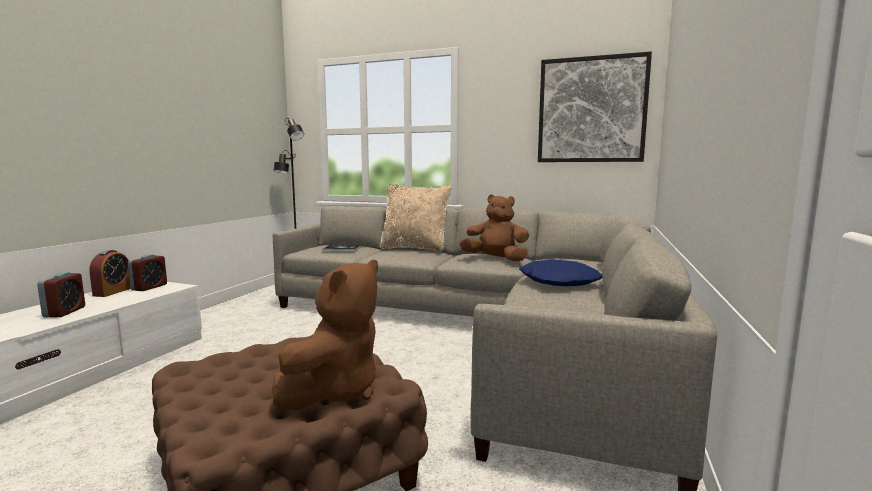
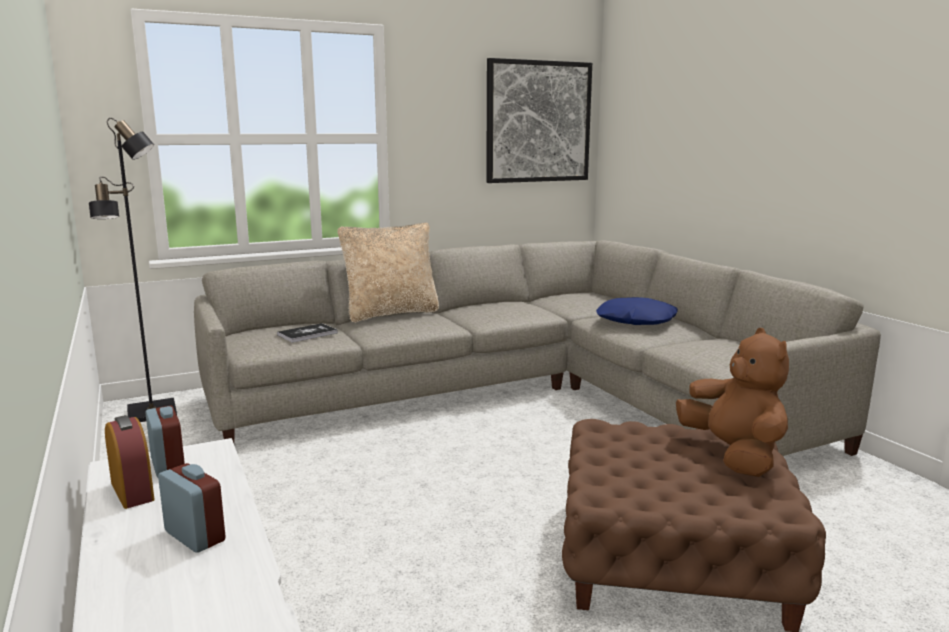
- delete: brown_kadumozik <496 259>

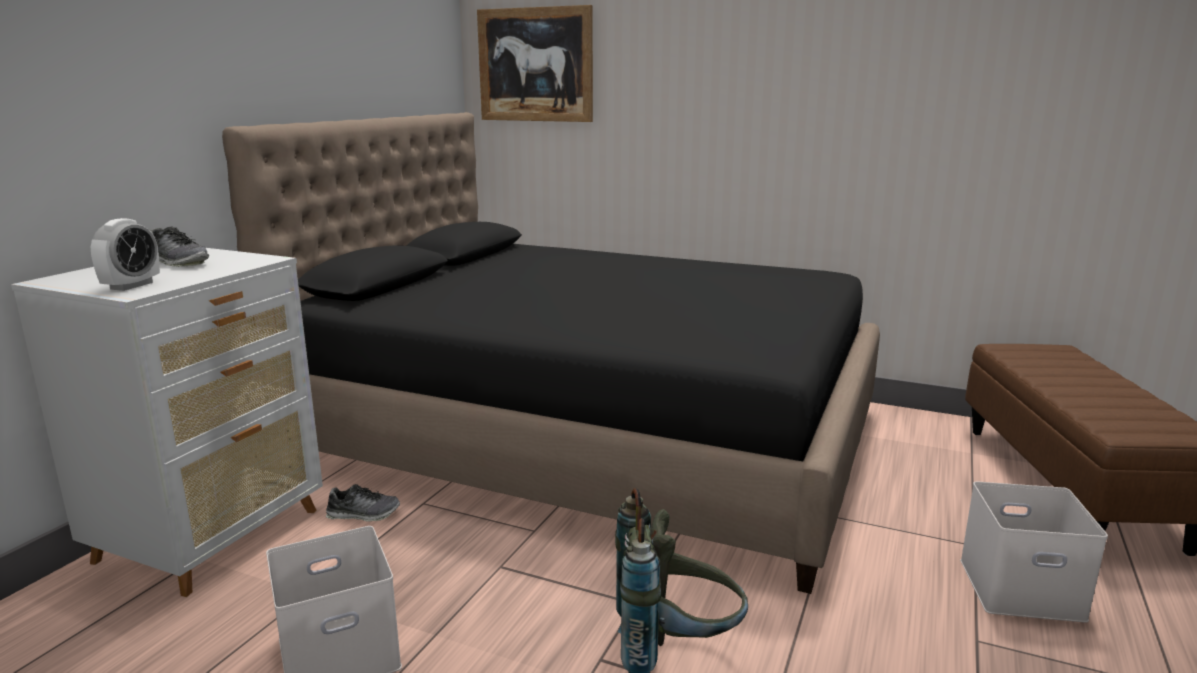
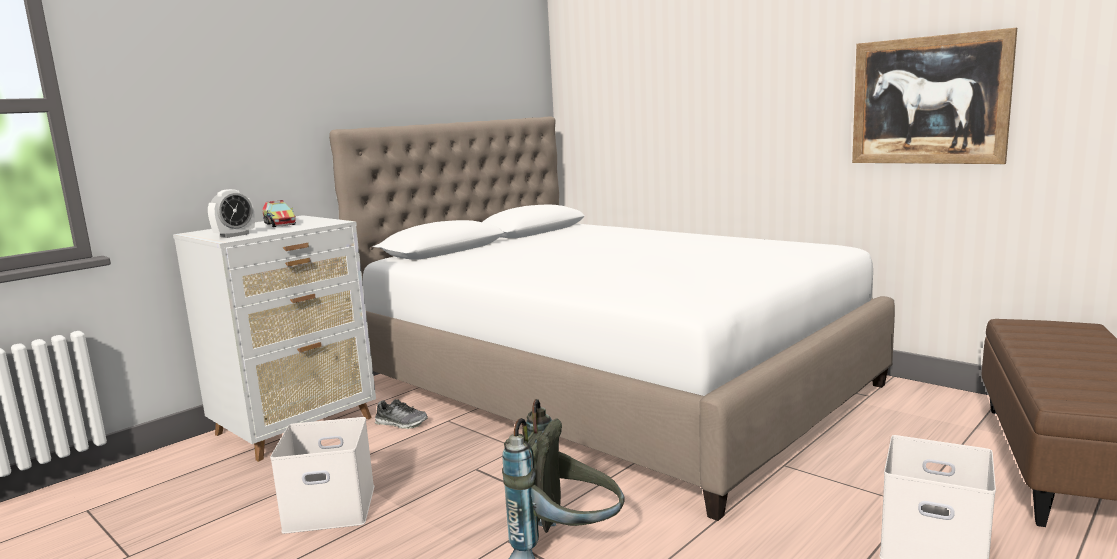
- replace: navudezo <178 262> to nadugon <279 224>
- recolor: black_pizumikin <588 434> to white_pizumikin <608 383>
- move: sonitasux <535 65> to <928 100>

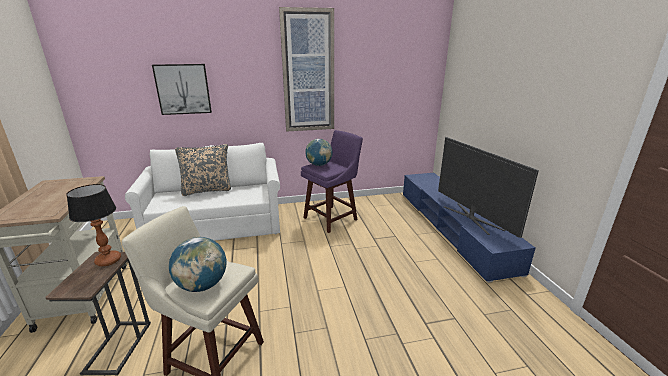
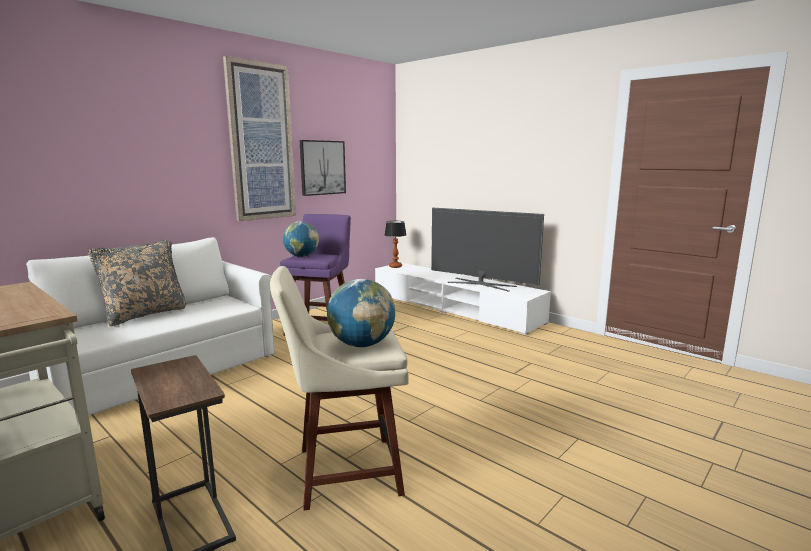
- move: sonitasux <183 89> to <322 167>
- recolor: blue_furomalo <452 228> to white_furomalo <454 308>
- move: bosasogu <108 260> to <395 266>

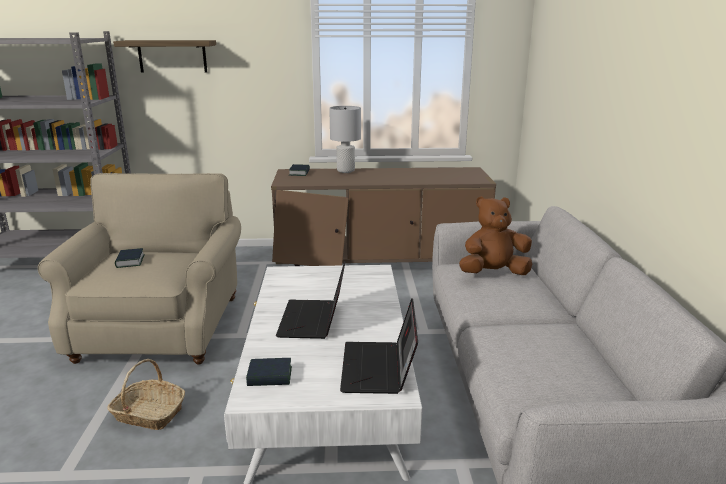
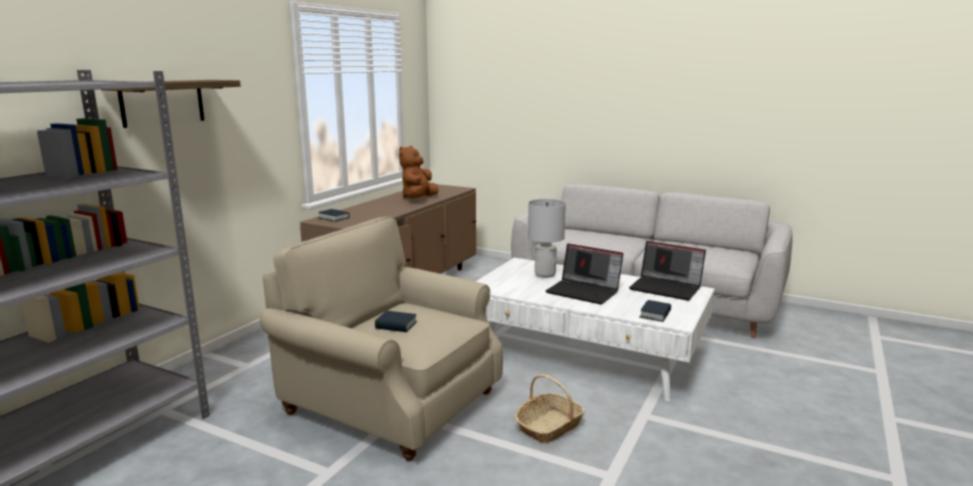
- move: brown_kadumozik <493 273> to <418 199>
- move: grey_bosasogu <346 172> to <544 275>

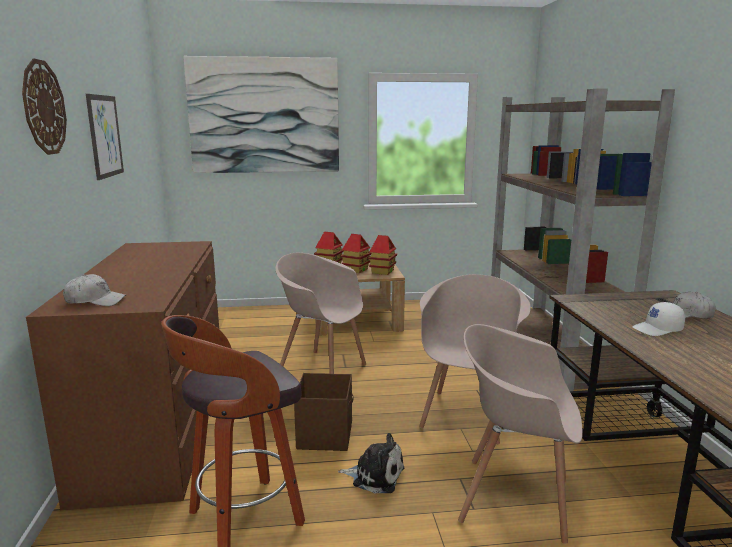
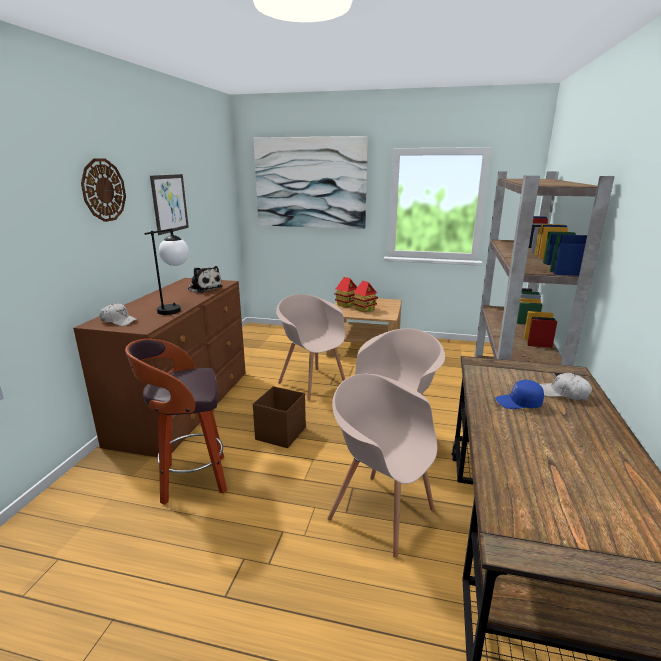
- insert: bosasogu <176 308>
- move: kadumozik <375 475> to <204 288>
- recolor: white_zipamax <657 329> to blue_zipamax <518 403>
- delete: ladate <382 271>

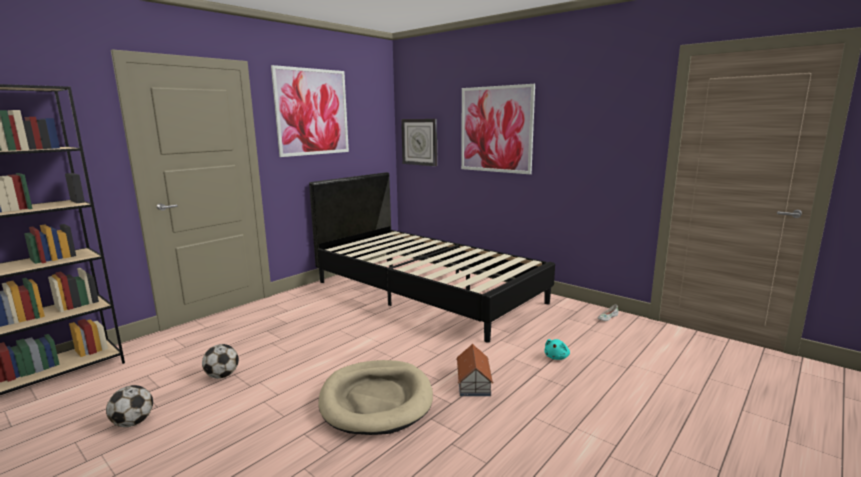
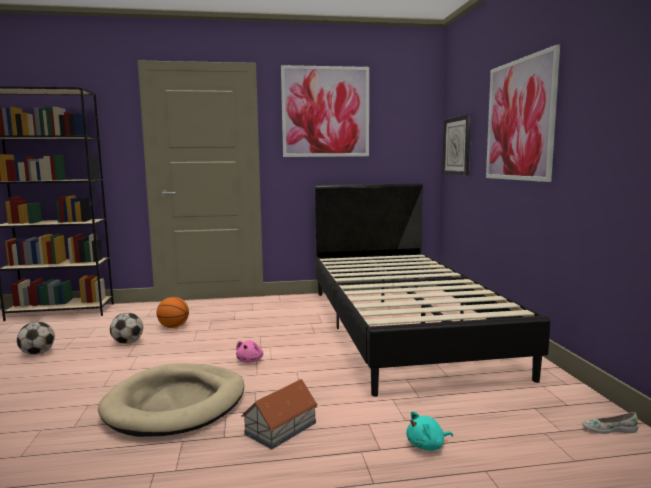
- insert: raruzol <173 327>
- insert: pink_kadumozik <250 360>

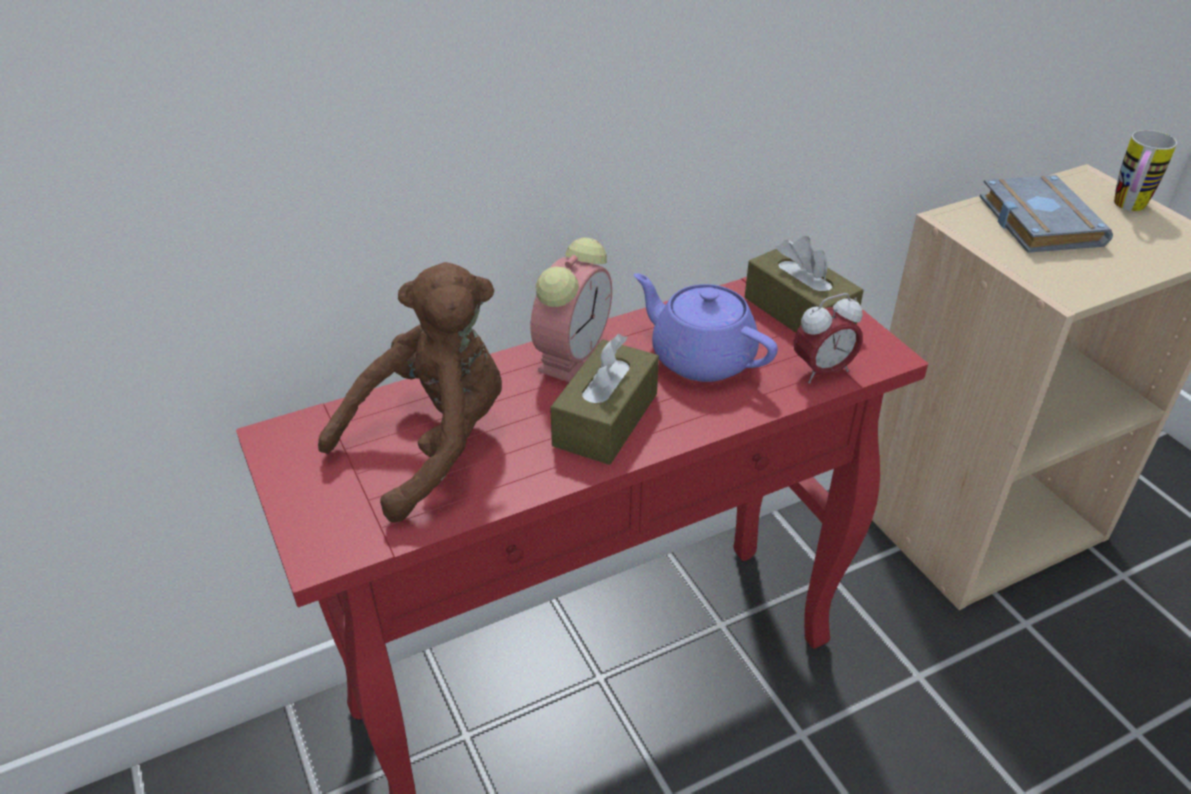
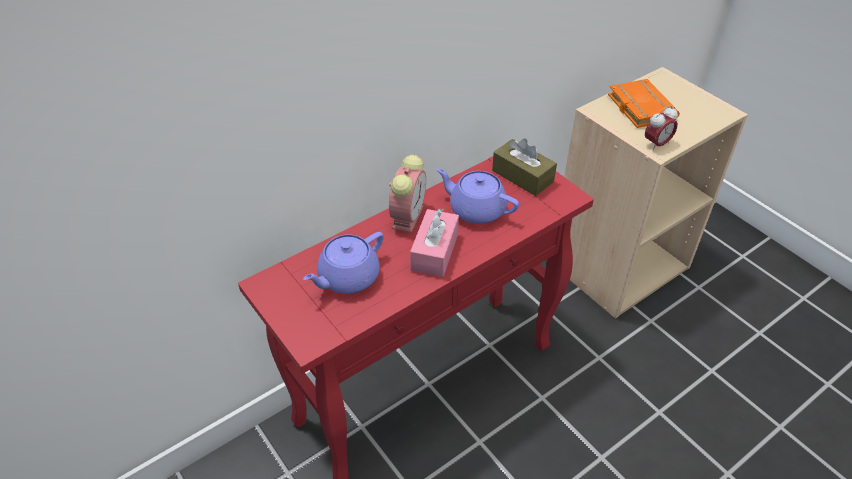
- replace: brown_kadumozik <432 445> to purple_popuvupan <347 278>
- recolor: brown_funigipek <605 419> to pink_funigipek <434 252>
- recolor: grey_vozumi <1035 221> to orange_vozumi <638 107>
- move: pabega <822 371> to <656 144>
- delete: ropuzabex <1127 208>

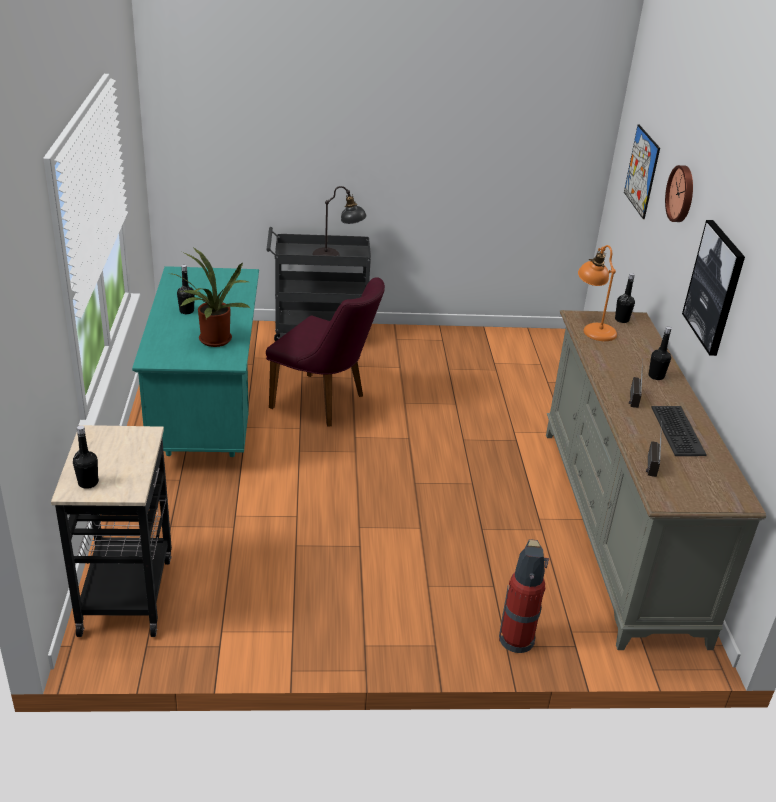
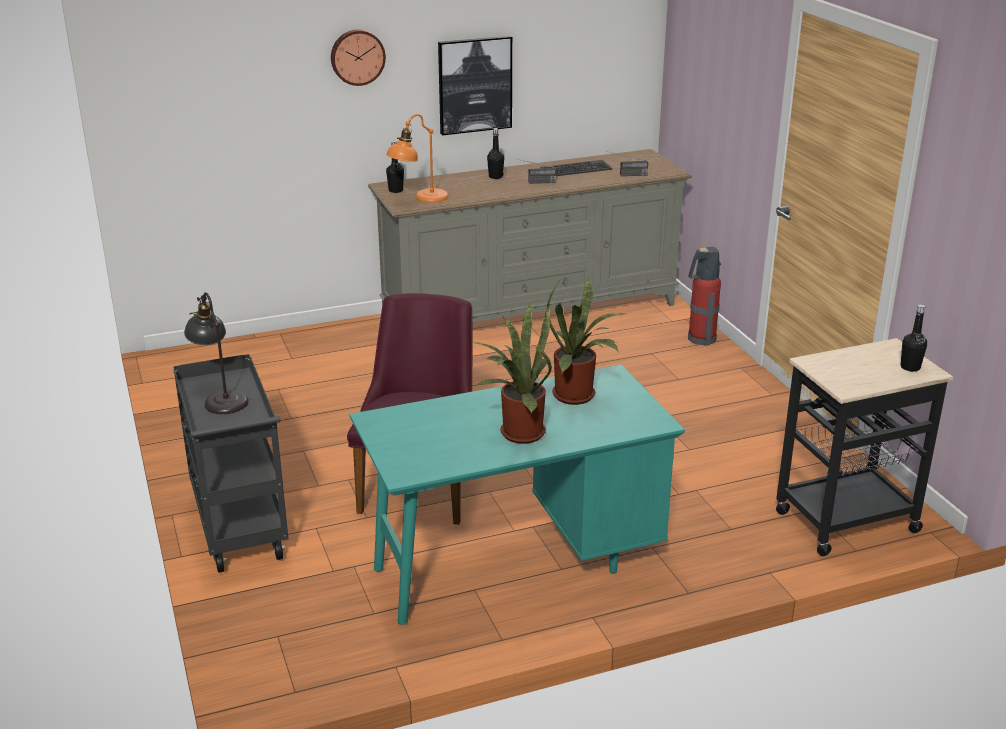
- replace: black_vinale <186 311> to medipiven <518 432>
- delete: sonitasux <641 171>

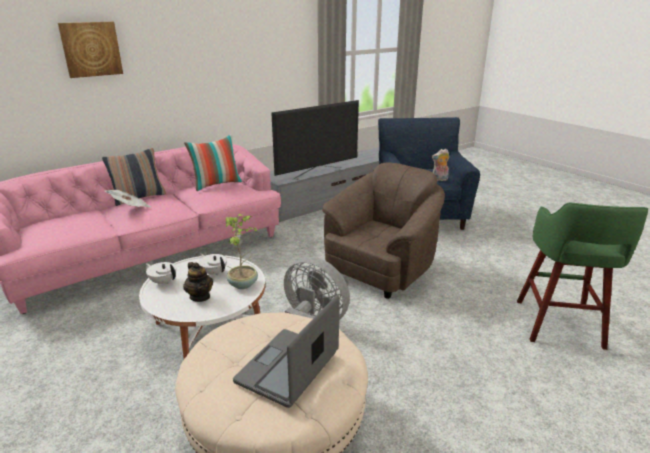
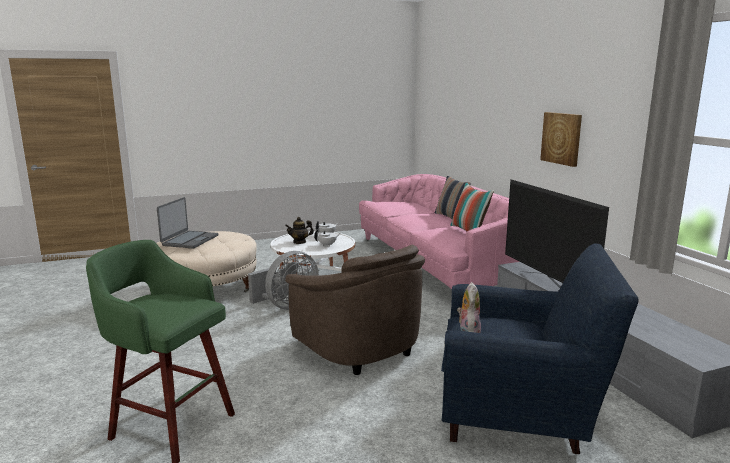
- rotate: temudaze <288 368> = <189 240> 60 degrees clockwise
- move: sonitasux <91 49> to <561 138>
- delete: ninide <131 208>
- delete: medipiven <243 284>

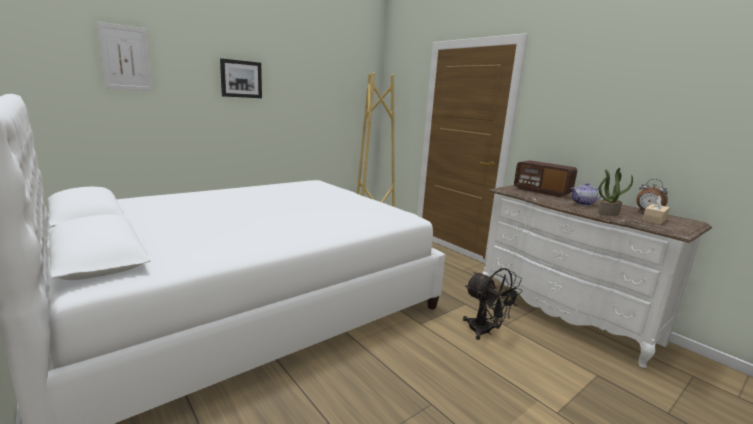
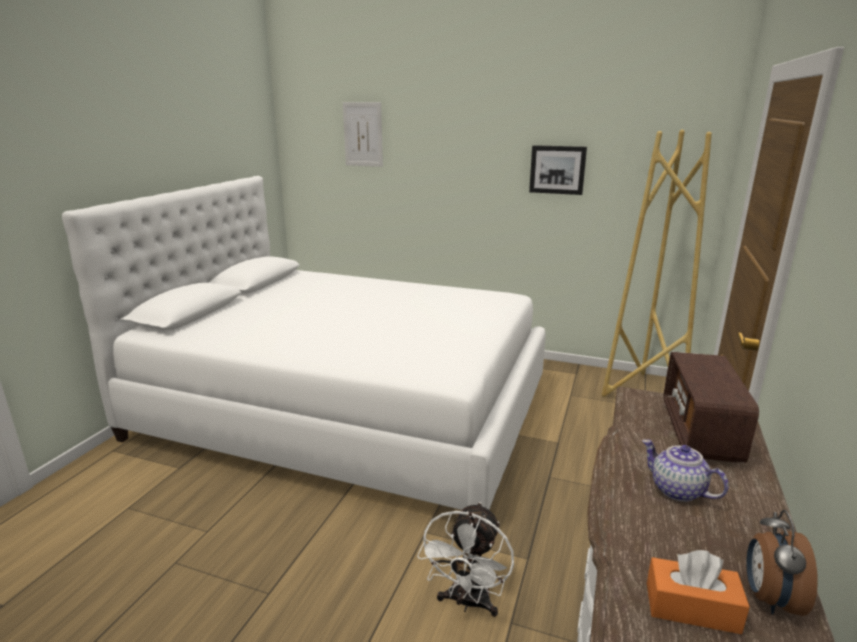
- recolor: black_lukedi <485 331> to white_lukedi <468 602>
- move: sonitasux <241 79> to <557 169>
- recolor: beige_funigipek <654 219> to orange_funigipek <691 607>
- delete: medipiven <608 213>

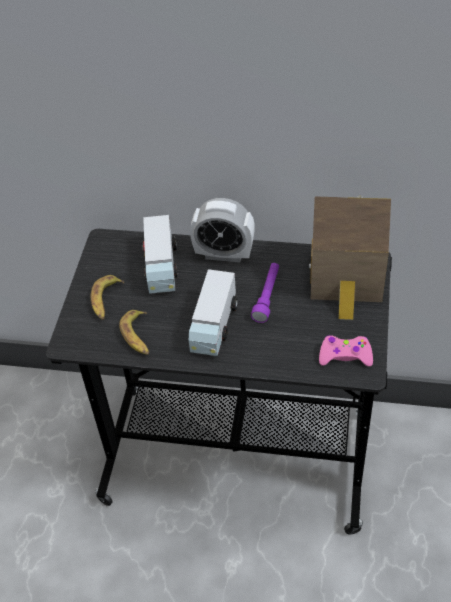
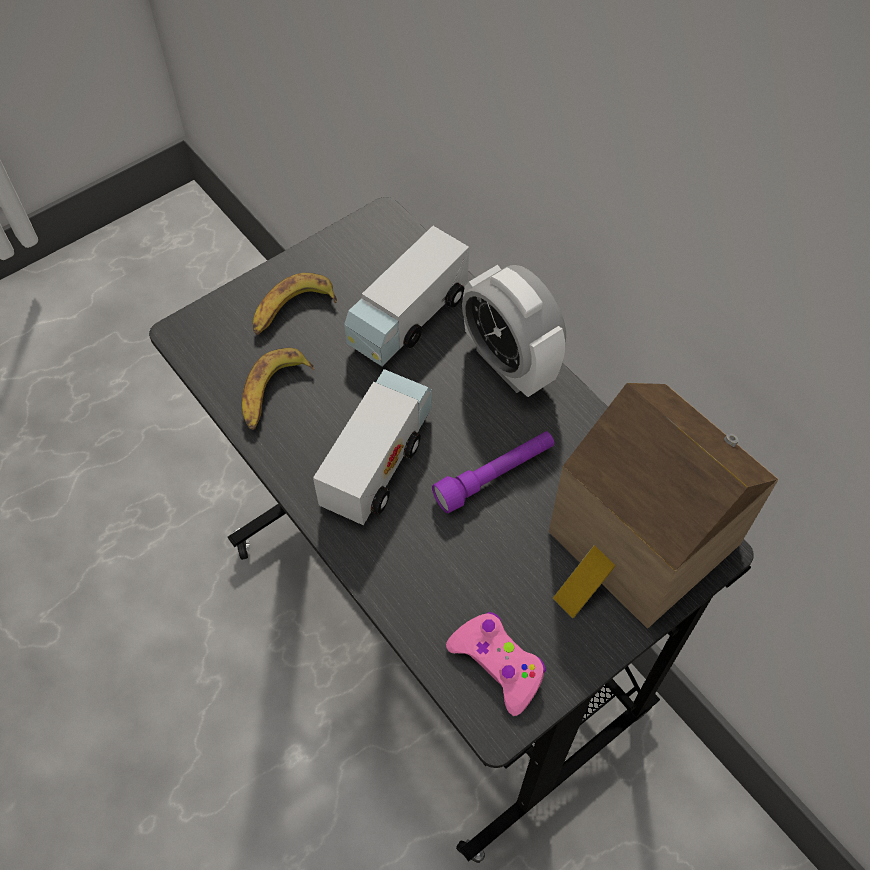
- rotate: nadugon <213 325> = <378 459> 150 degrees clockwise

